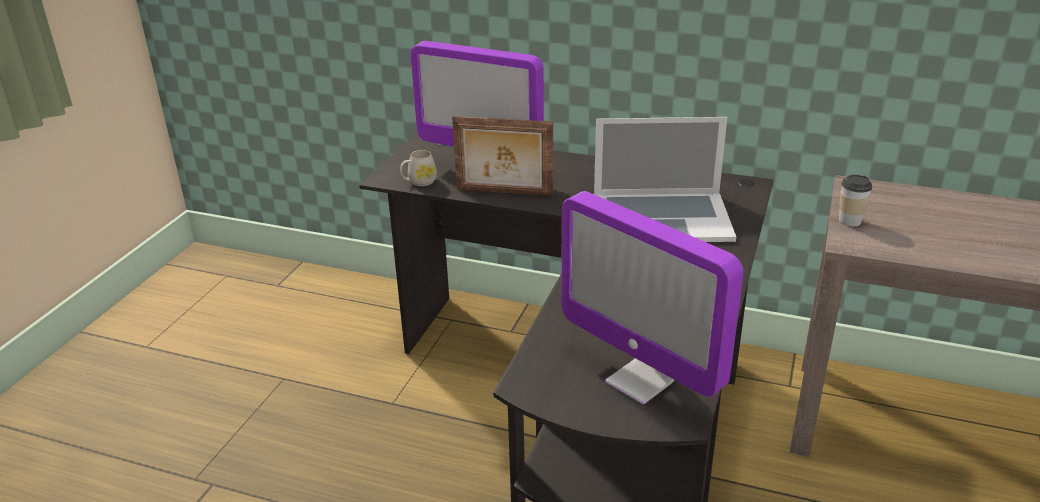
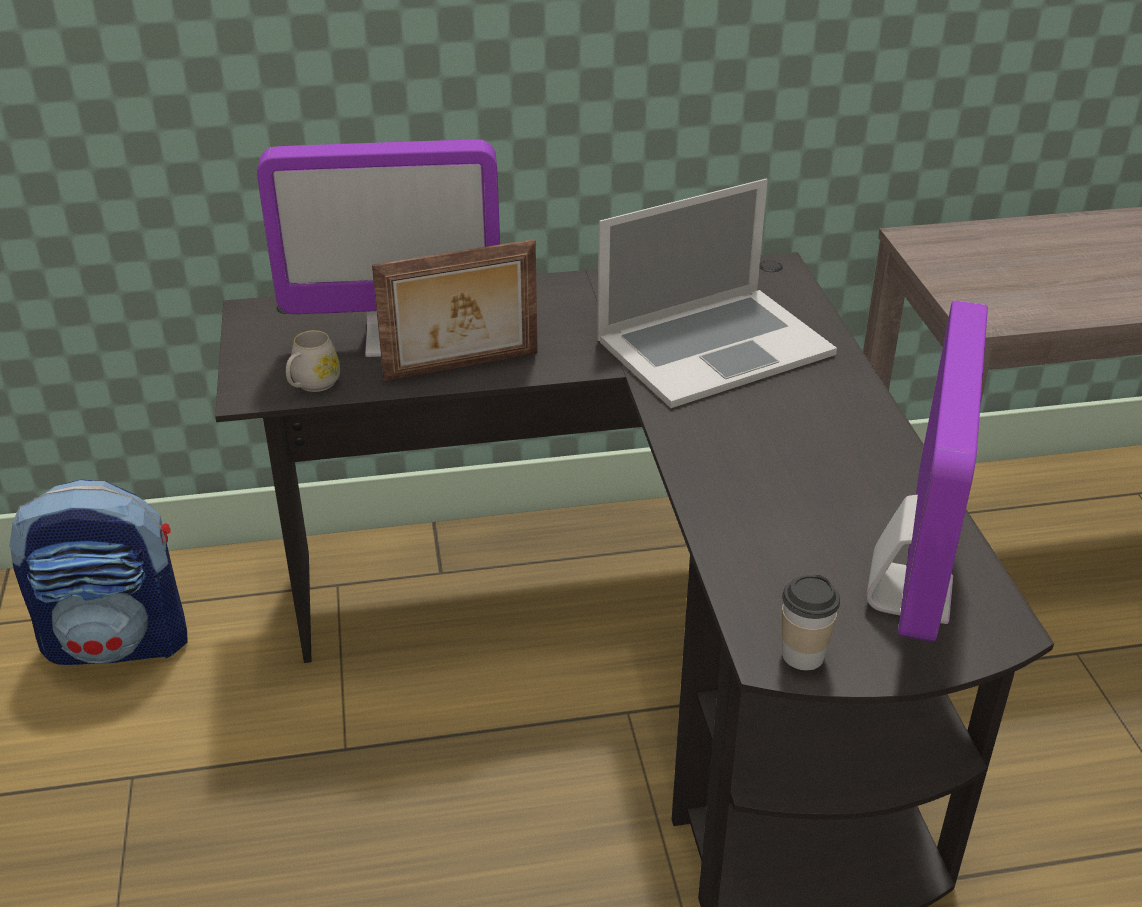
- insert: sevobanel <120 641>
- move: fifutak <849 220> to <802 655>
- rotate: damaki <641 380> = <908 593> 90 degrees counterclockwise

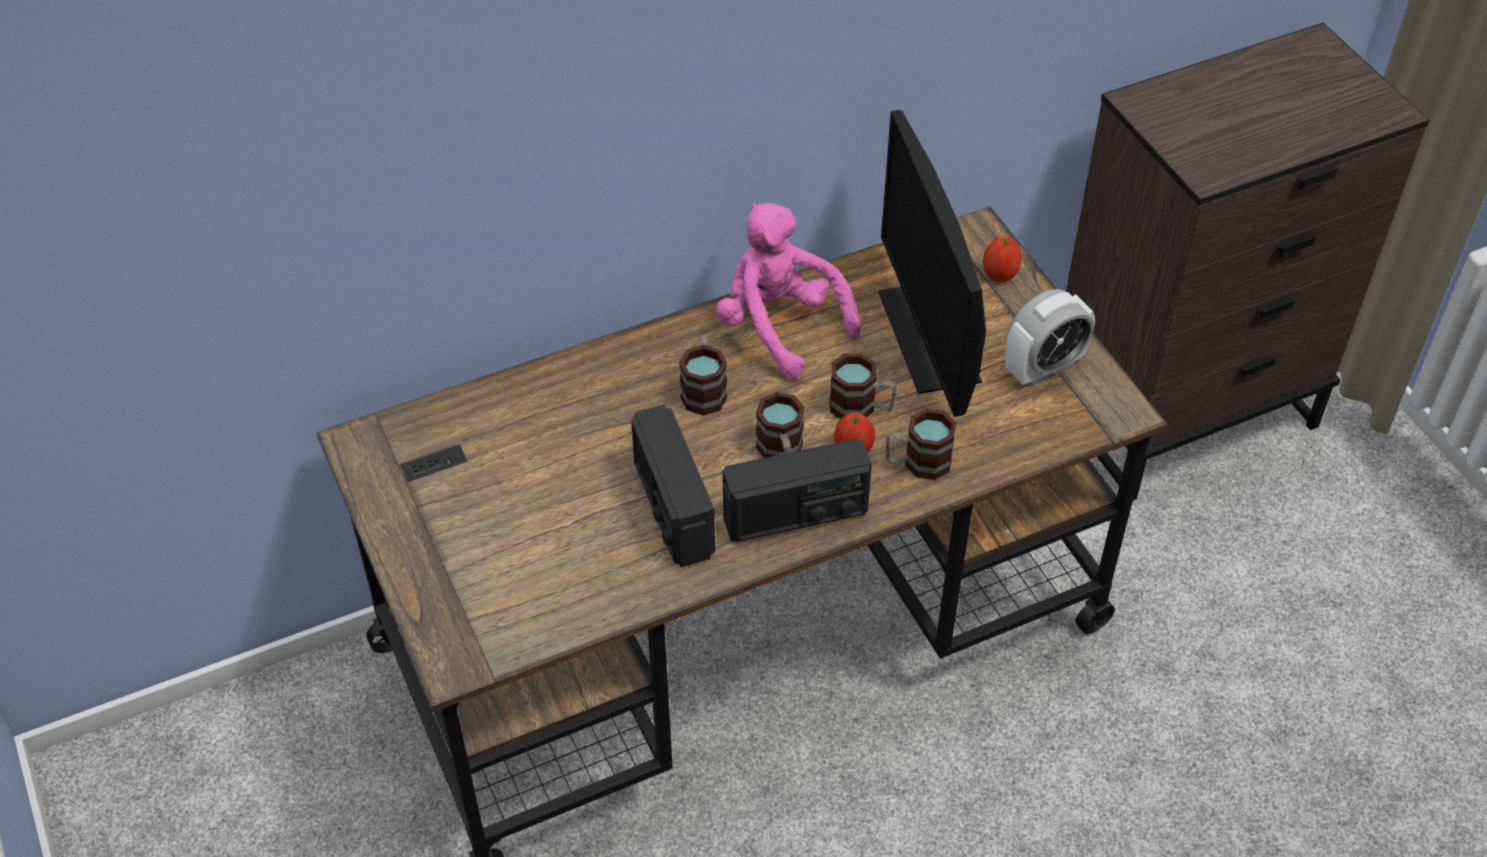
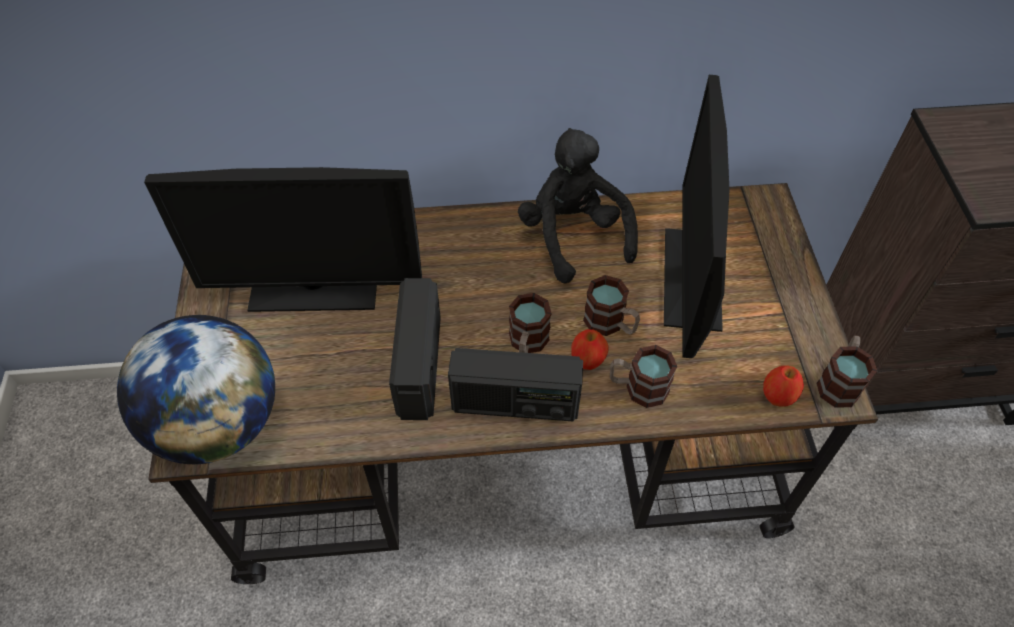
- insert: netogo <218 423>
- insert: damaki <314 287>
- recolor: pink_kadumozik <779 326> to black_kadumozik <573 236>
- move: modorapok <1000 274> to <778 396>
- move: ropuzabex <704 389> to <839 381>
- delete: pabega <1043 368>

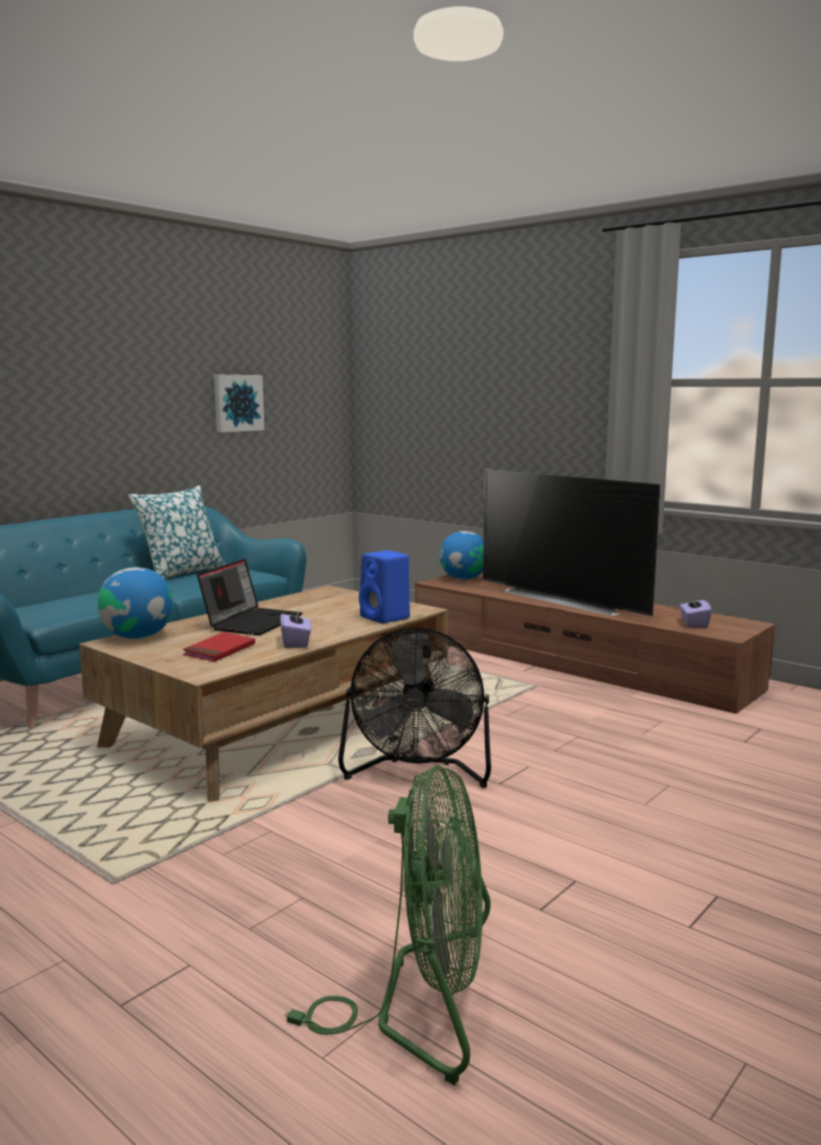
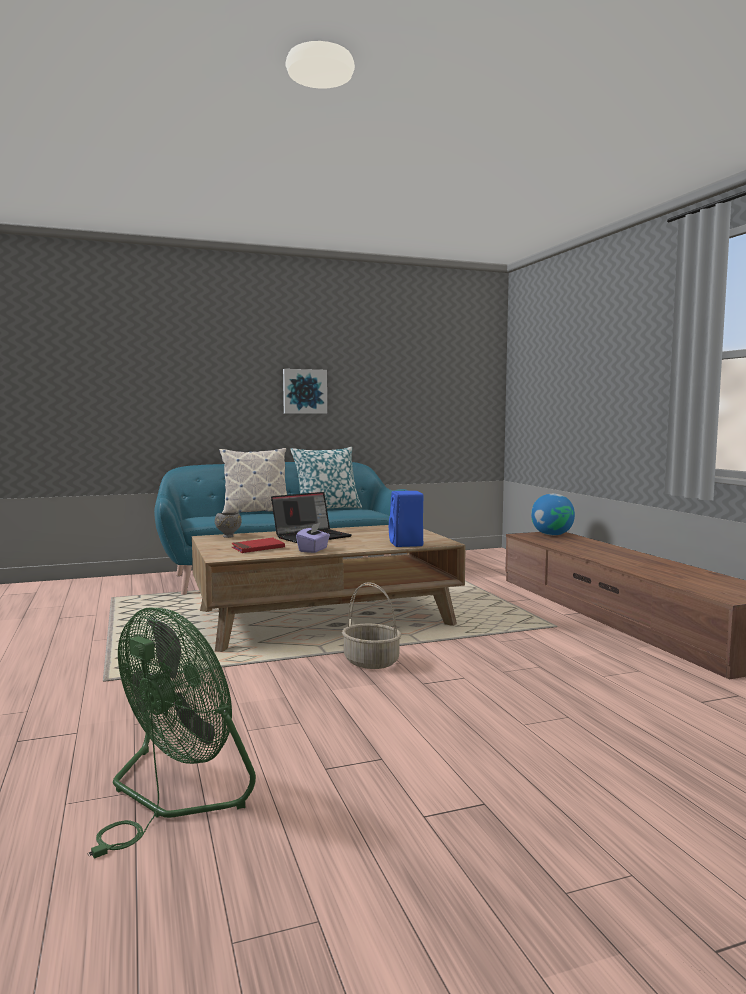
- rotate: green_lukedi <420 1000> = <164 794> 90 degrees counterclockwise
- replace: netogo <138 637> to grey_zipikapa <228 536>
- insert: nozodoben <255 512>
- move: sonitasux <237 403> to <304 391>
- replace: black_lukedi <413 770> to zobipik <372 662>
- delete: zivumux <565 600>
- delete: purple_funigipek <694 624>

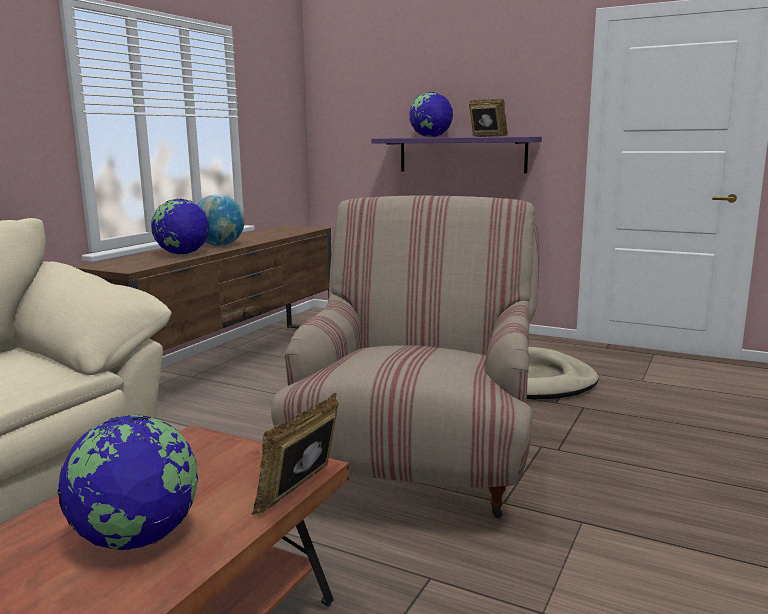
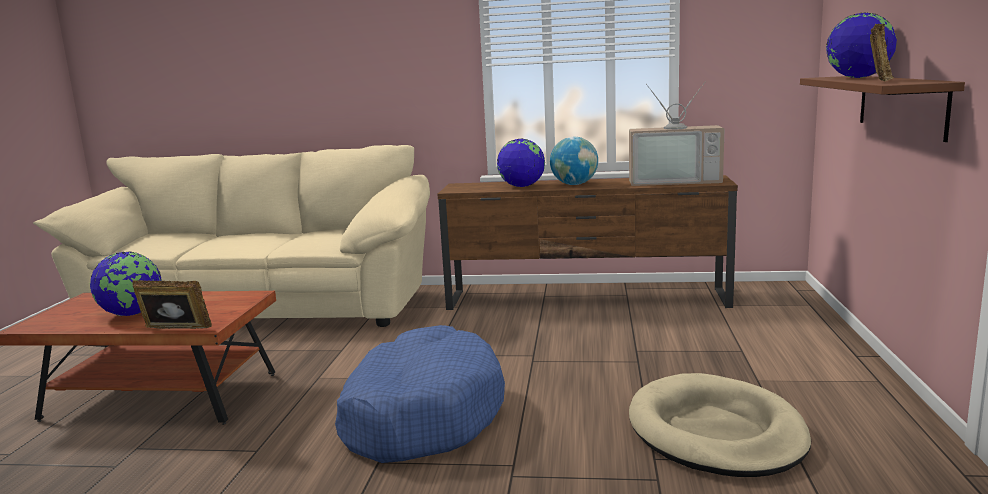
- replace: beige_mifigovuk <418 471> to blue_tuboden <421 415>
- insert: zivumux <674 181>
- recolor: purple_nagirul <461 154> to brown_nagirul <901 104>

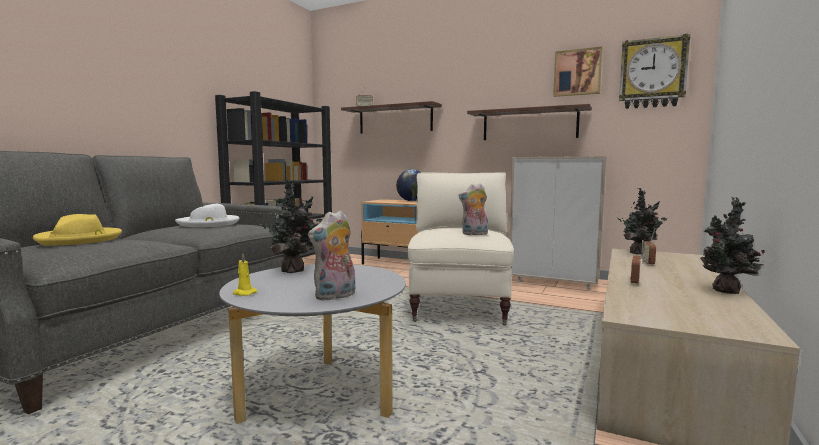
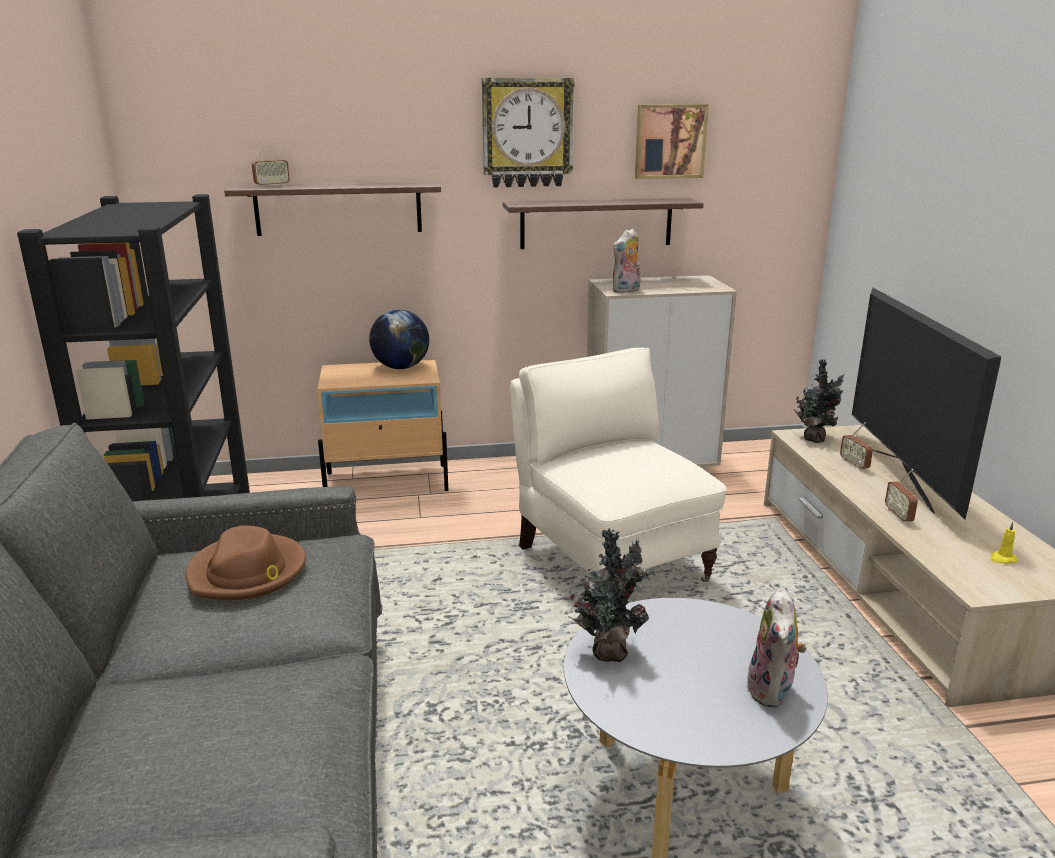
- recolor: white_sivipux <209 223> to brown_sivipux <248 572>
- move: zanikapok <652 73> to <527 133>
- move: kadumozik <474 234> to <626 291>
- insert: zivumux <900 478>
- move: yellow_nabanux <243 293> to <1002 559>
- delete: yellow_sivipux <79 239>
- delete: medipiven <727 292>

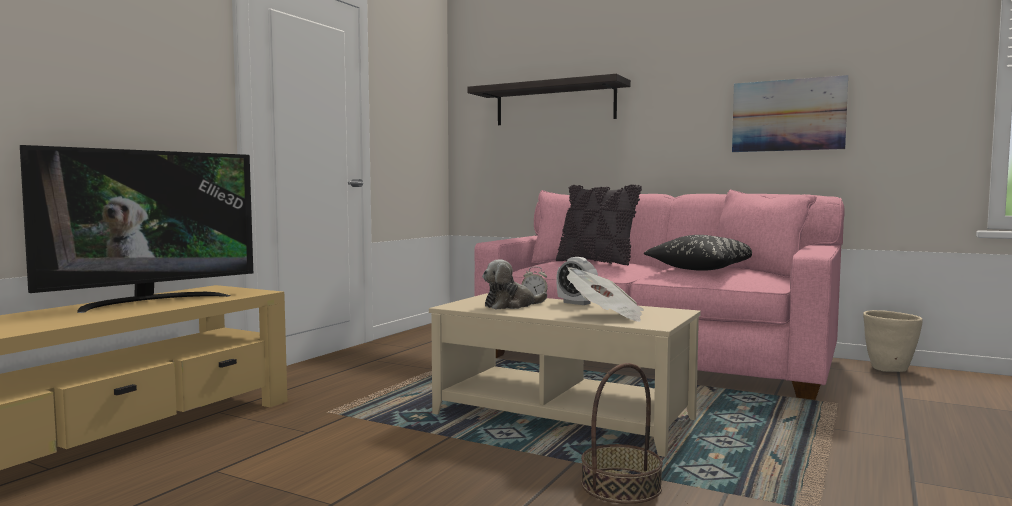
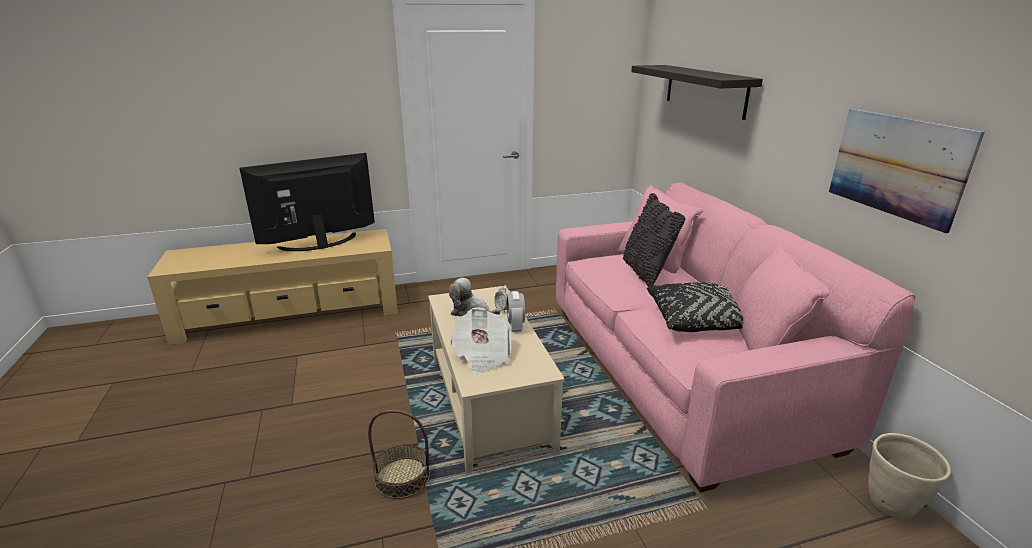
- rotate: zivumux <150 301> = <320 245> 150 degrees clockwise

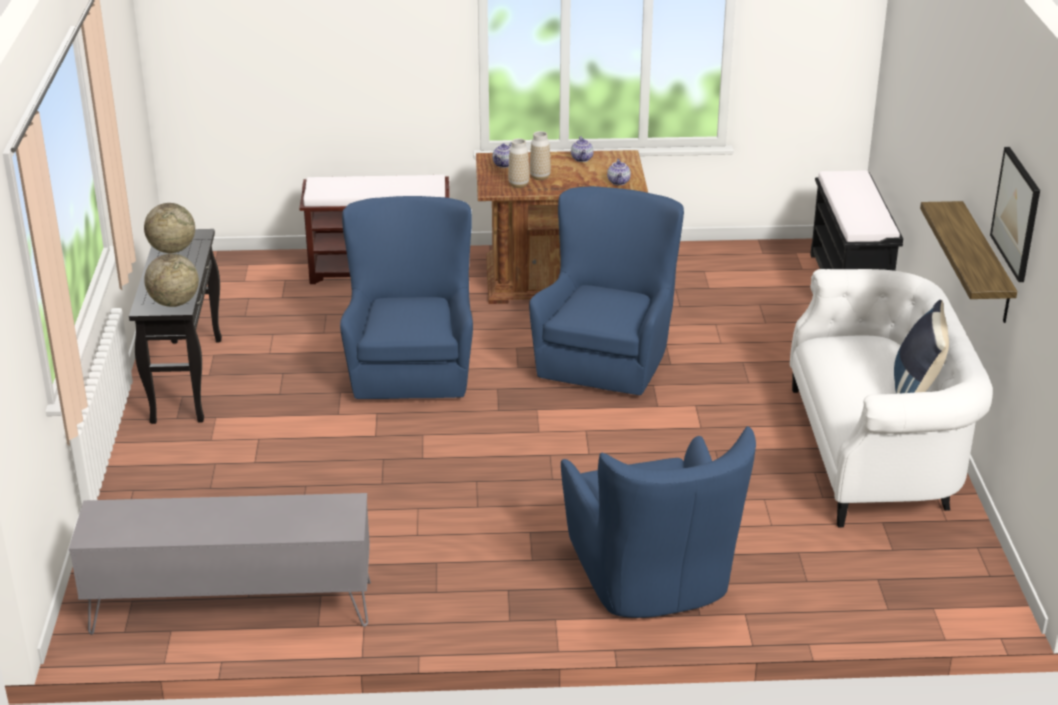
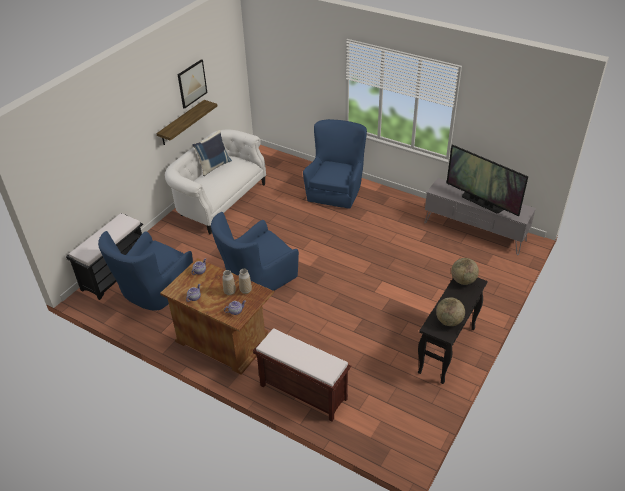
- move: blue_mifigovuk <412 368> to <154 291>
- insert: zivumux <481 203>

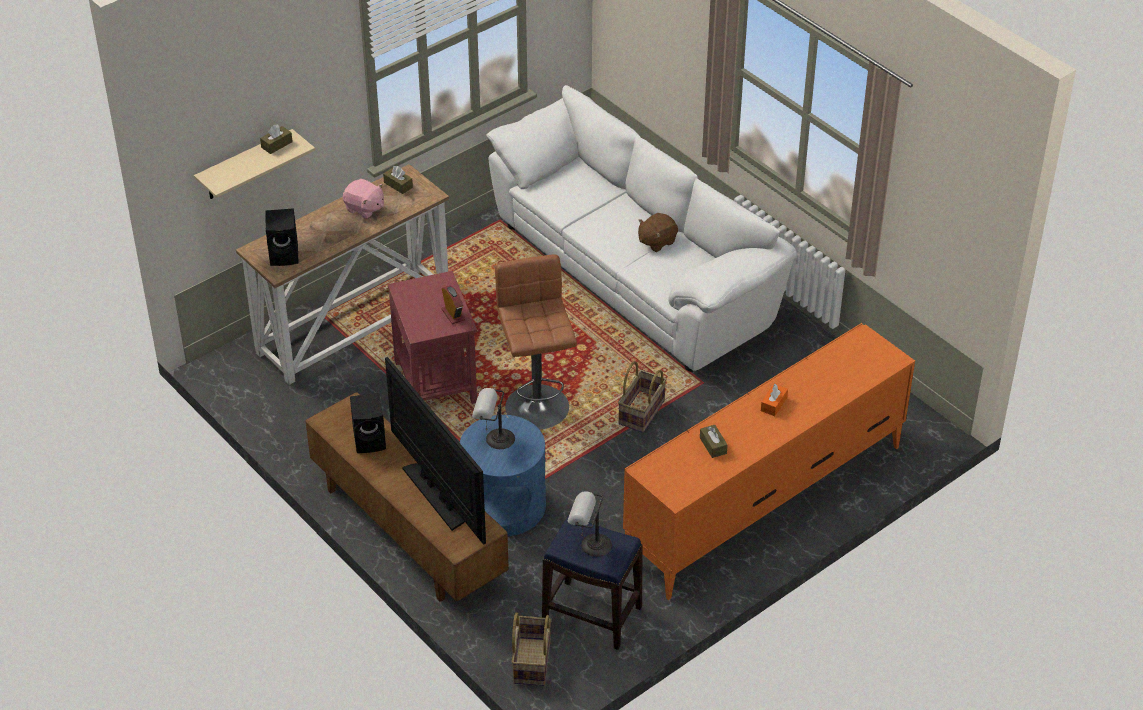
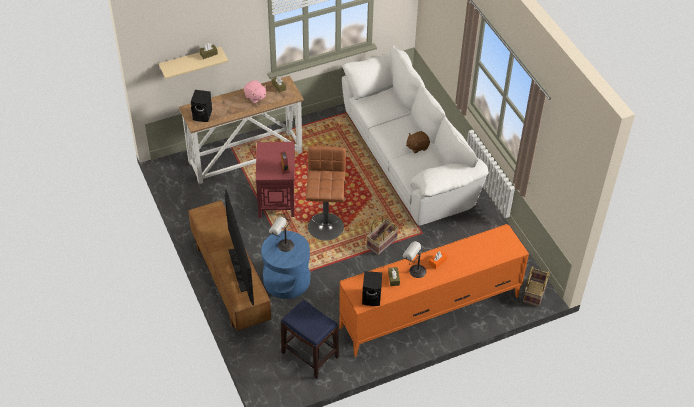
- move: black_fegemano <371 440> to <372 297>
- move: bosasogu <589 544> to <414 270>
- move: zobipik <531 661> to <534 293>

